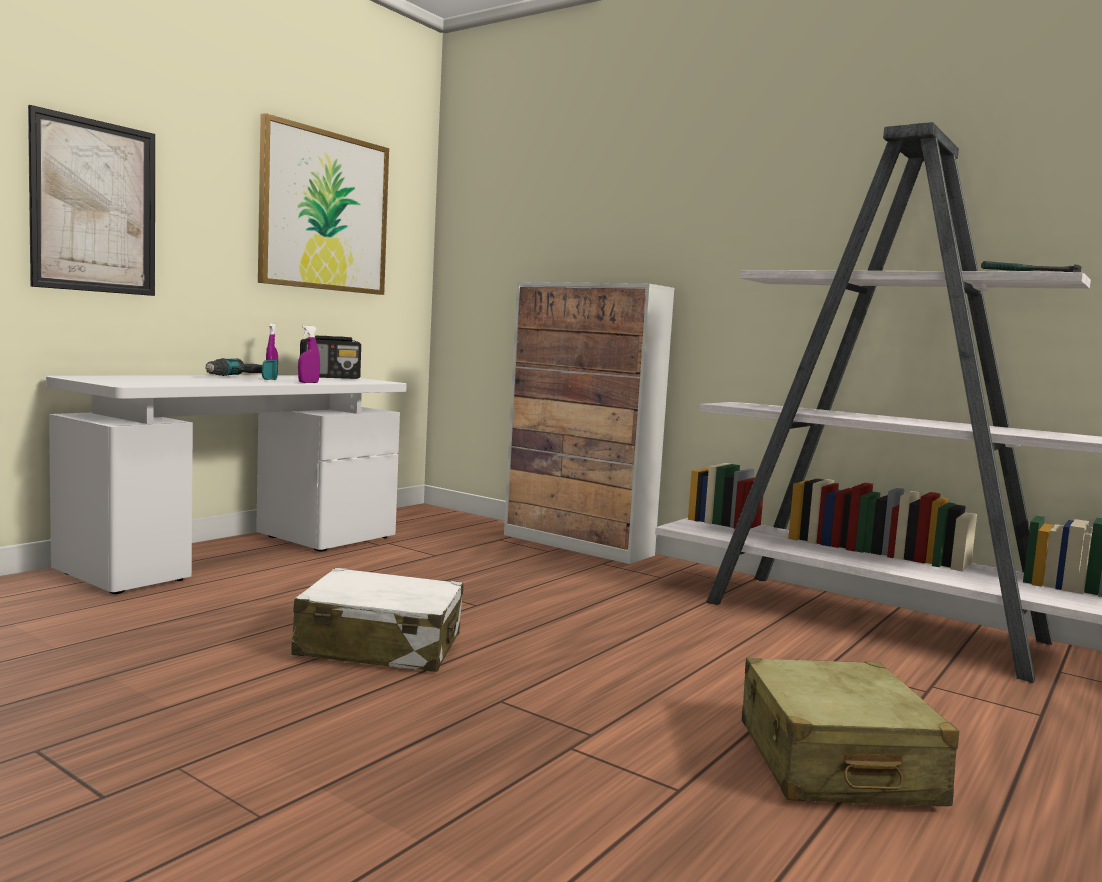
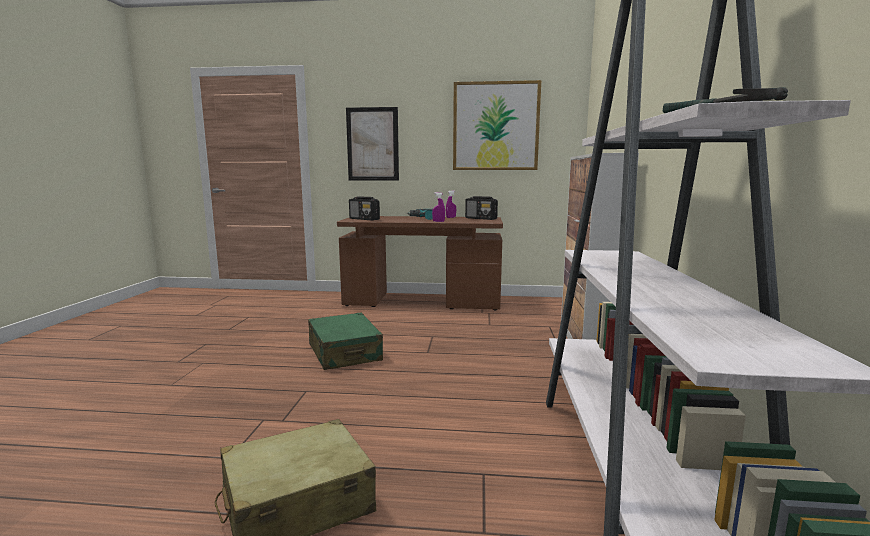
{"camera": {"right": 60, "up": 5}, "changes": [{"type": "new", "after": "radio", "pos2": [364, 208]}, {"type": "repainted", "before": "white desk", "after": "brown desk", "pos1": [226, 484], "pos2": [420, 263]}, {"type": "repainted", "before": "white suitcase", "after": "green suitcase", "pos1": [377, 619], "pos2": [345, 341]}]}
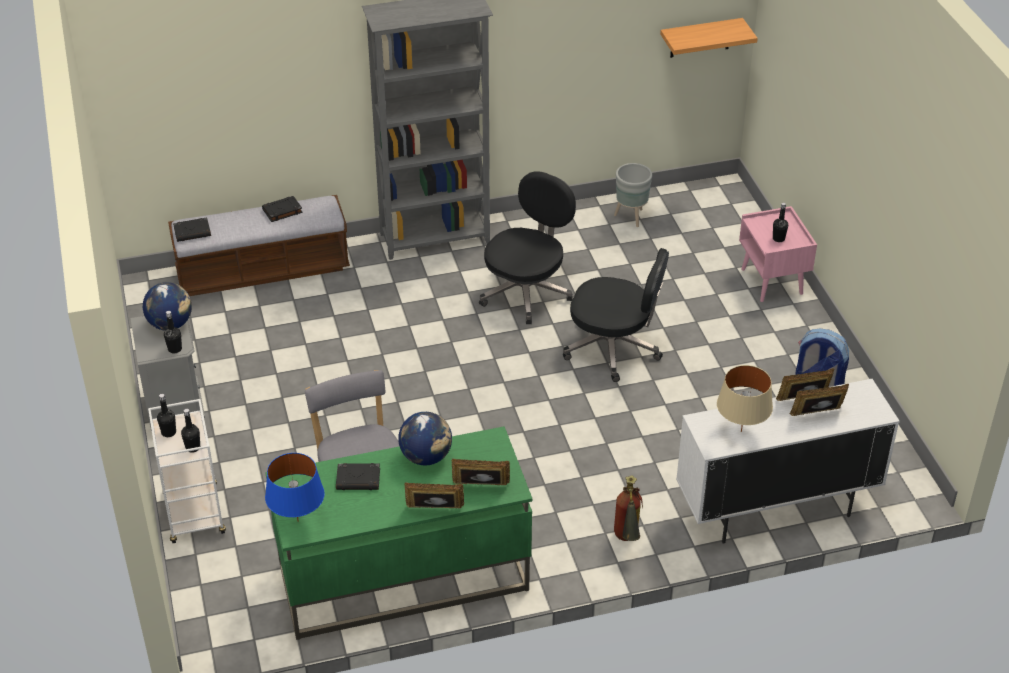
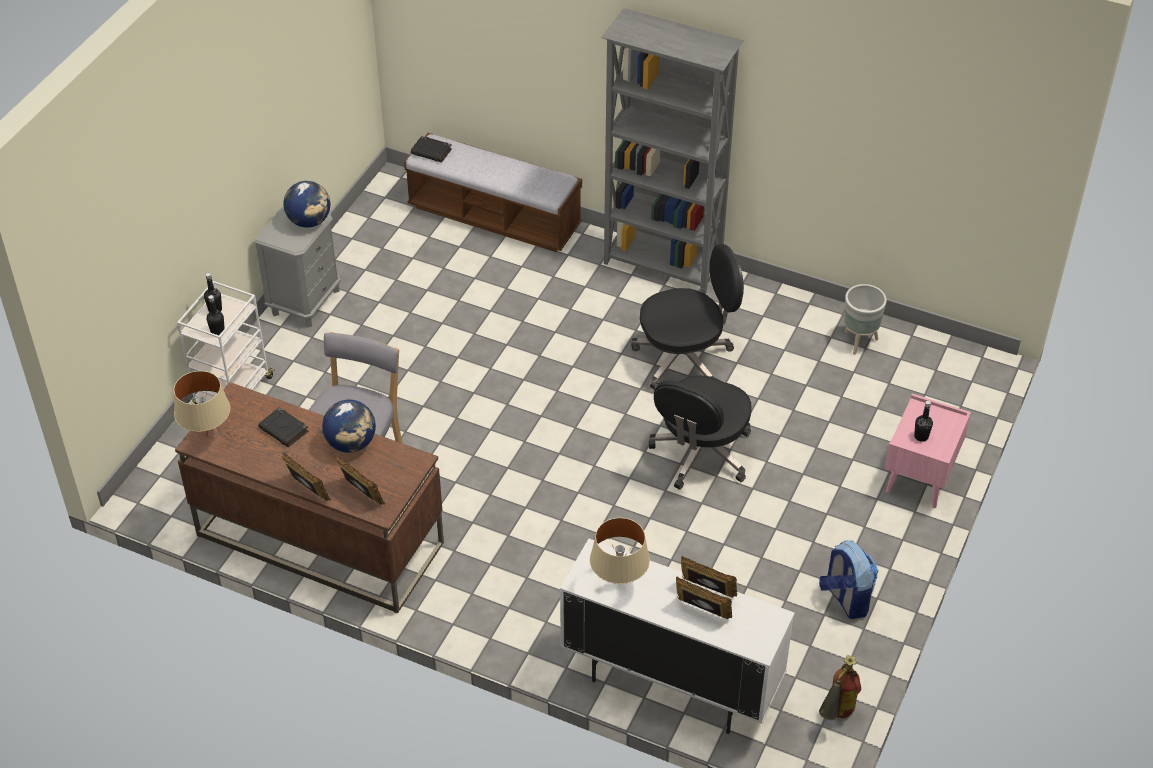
{"camera": {"right": 40, "up": 5}, "changes": [{"type": "gone", "before": "black bottle", "pos1": [173, 332]}, {"type": "gone", "before": "black book", "pos1": [282, 209]}, {"type": "gone", "before": "shelf", "pos1": [709, 38]}, {"type": "shifted", "before": "fire extinguisher", "pos1": [628, 508], "pos2": [840, 687]}, {"type": "repainted", "before": "green desk", "after": "brown desk", "pos1": [398, 533], "pos2": [309, 498]}, {"type": "repainted", "before": "blue table lamp", "after": "beige table lamp", "pos1": [295, 487], "pos2": [202, 403]}, {"type": "rotated", "before": "black office chair", "pos1": [616, 315], "pos2": [700, 432], "turn": 60}]}
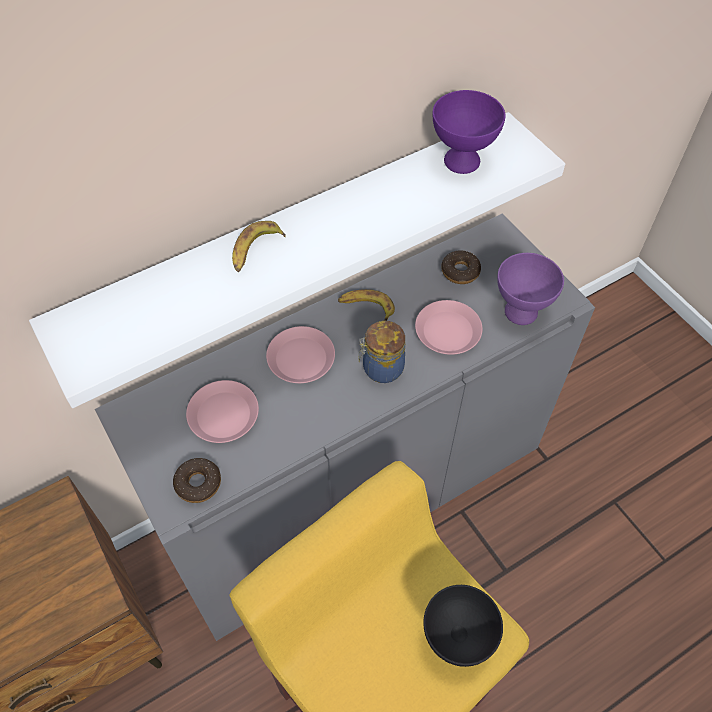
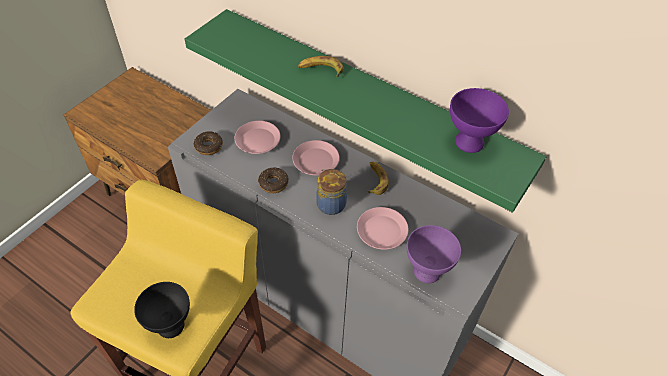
{"camera": {"right": 65, "up": -5}, "changes": [{"type": "shifted", "before": "donut", "pos1": [461, 267], "pos2": [273, 180]}, {"type": "repainted", "before": "white shelf", "after": "green shelf", "pos1": [297, 260], "pos2": [365, 111]}]}
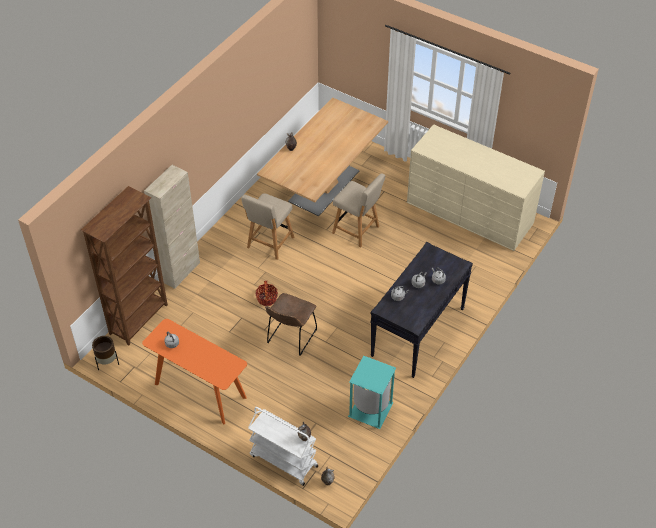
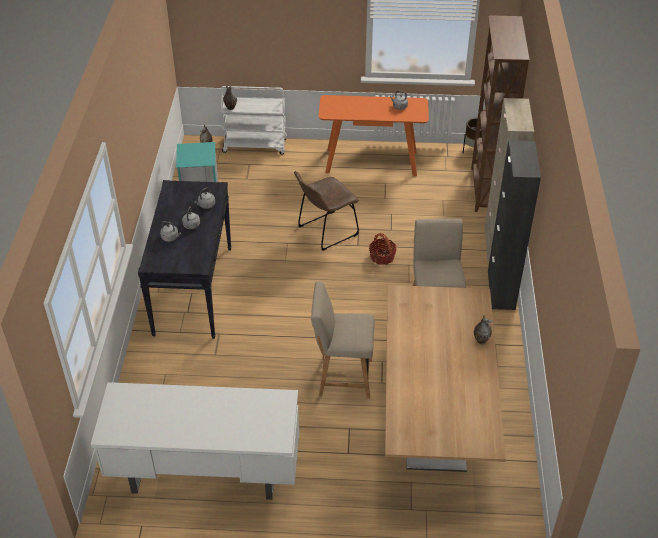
{"camera": {"right": 150, "up": -5}, "changes": [{"type": "new", "after": "black cabinet", "pos2": [514, 225]}, {"type": "swapped", "before": "beige dresser", "after": "white desk", "pos1": [476, 187], "pos2": [195, 441]}, {"type": "rotated", "before": "brown chair", "pos1": [291, 324], "pos2": [326, 211], "turn": -120}]}
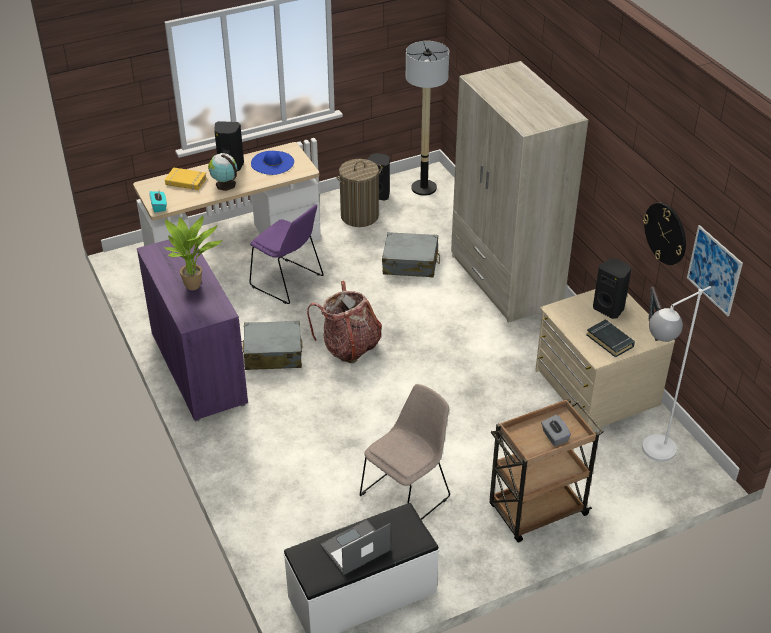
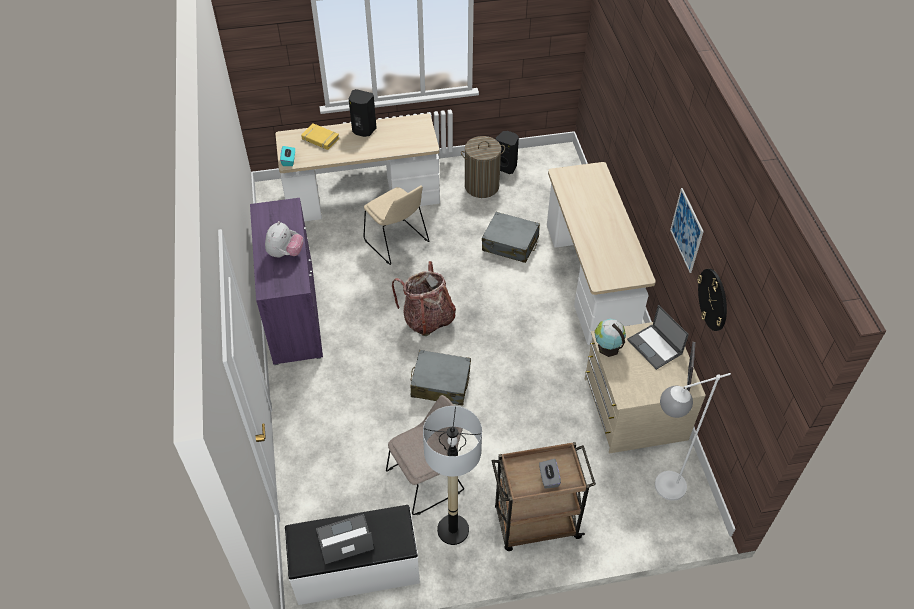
{"camera": {"right": 15, "up": 10}, "changes": [{"type": "gone", "before": "blue hat", "pos1": [272, 163]}, {"type": "gone", "before": "black book", "pos1": [610, 338]}, {"type": "shifted", "before": "globe", "pos1": [222, 172], "pos2": [610, 338]}, {"type": "shifted", "before": "grey suitcase", "pos1": [272, 345], "pos2": [440, 378]}, {"type": "shifted", "before": "floor lamp", "pos1": [427, 118], "pos2": [452, 475]}, {"type": "shifted", "before": "picture", "pos1": [715, 270], "pos2": [687, 230]}, {"type": "swapped", "before": "potted plant", "after": "plush toy", "pos1": [193, 252], "pos2": [284, 239]}, {"type": "swapped", "before": "beige wardrobe", "after": "desk", "pos1": [519, 192], "pos2": [601, 253]}, {"type": "swapped", "before": "black speaker", "after": "laptop", "pos1": [612, 289], "pos2": [658, 337]}, {"type": "repainted", "before": "purple chair", "after": "beige chair", "pos1": [286, 254], "pos2": [396, 225]}]}
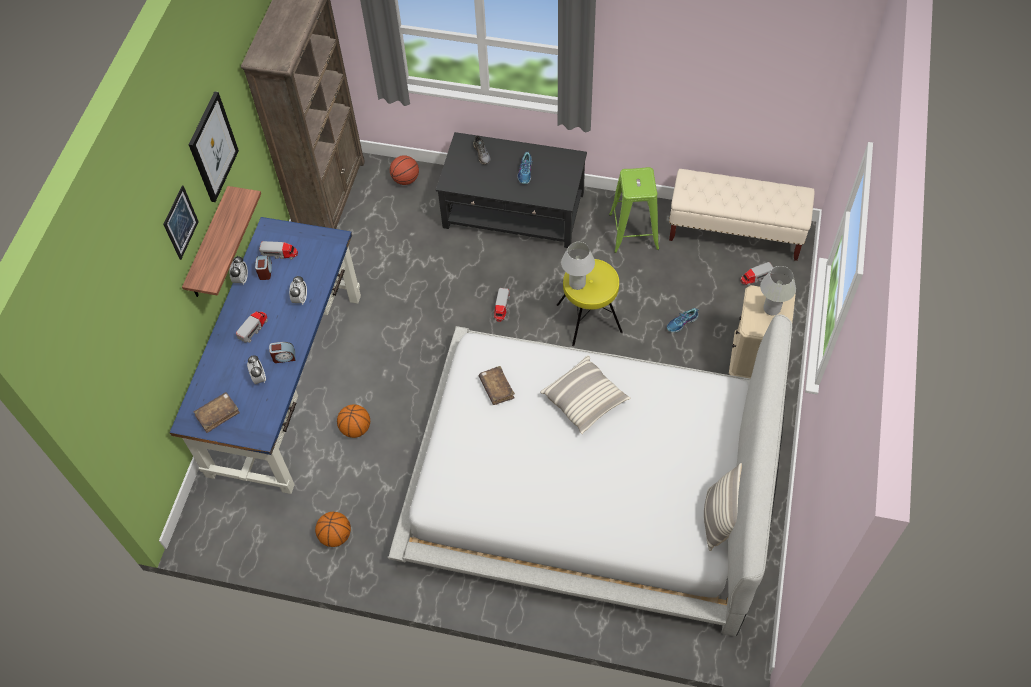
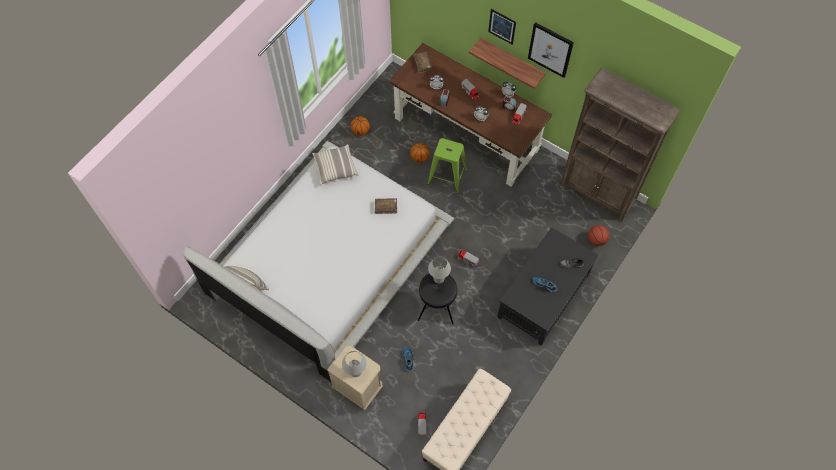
{"camera": {"right": 110, "up": 5}, "changes": [{"type": "shifted", "before": "pillow", "pos1": [585, 394], "pos2": [335, 164]}, {"type": "shifted", "before": "green stool", "pos1": [634, 210], "pos2": [447, 165]}, {"type": "repainted", "before": "blue desk", "after": "brown desk", "pos1": [265, 355], "pos2": [470, 115]}, {"type": "repainted", "before": "yellow stool", "after": "black stool", "pos1": [590, 302], "pos2": [437, 298]}]}
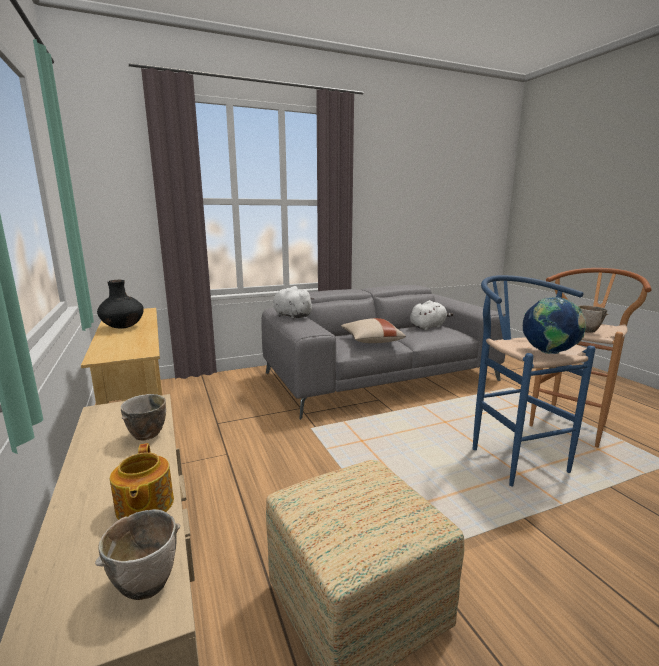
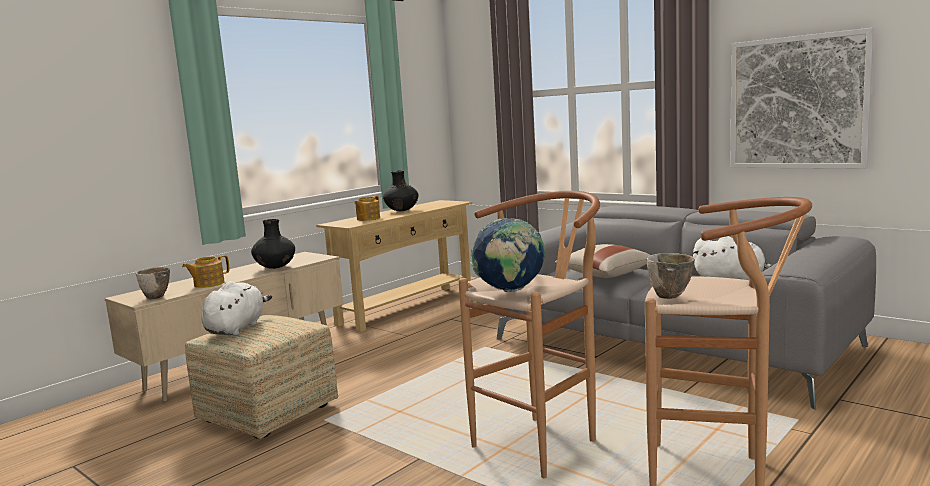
{"camera": {"right": 65, "up": -5}, "changes": [{"type": "new", "after": "teapot", "pos2": [367, 208]}, {"type": "new", "after": "picture", "pos2": [802, 98]}, {"type": "shifted", "before": "white plush toy", "pos1": [293, 302], "pos2": [236, 308]}, {"type": "swapped", "before": "bowl", "after": "black vase", "pos1": [143, 417], "pos2": [273, 244]}, {"type": "repainted", "before": "blue stool", "after": "brown stool", "pos1": [534, 380], "pos2": [529, 334]}]}
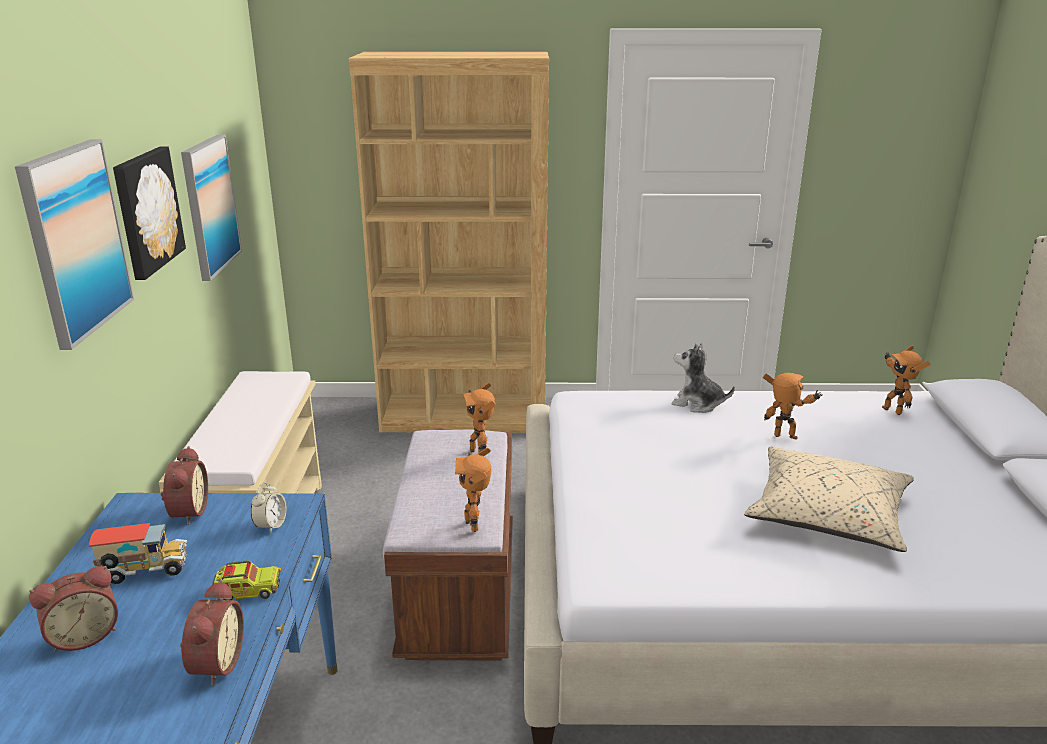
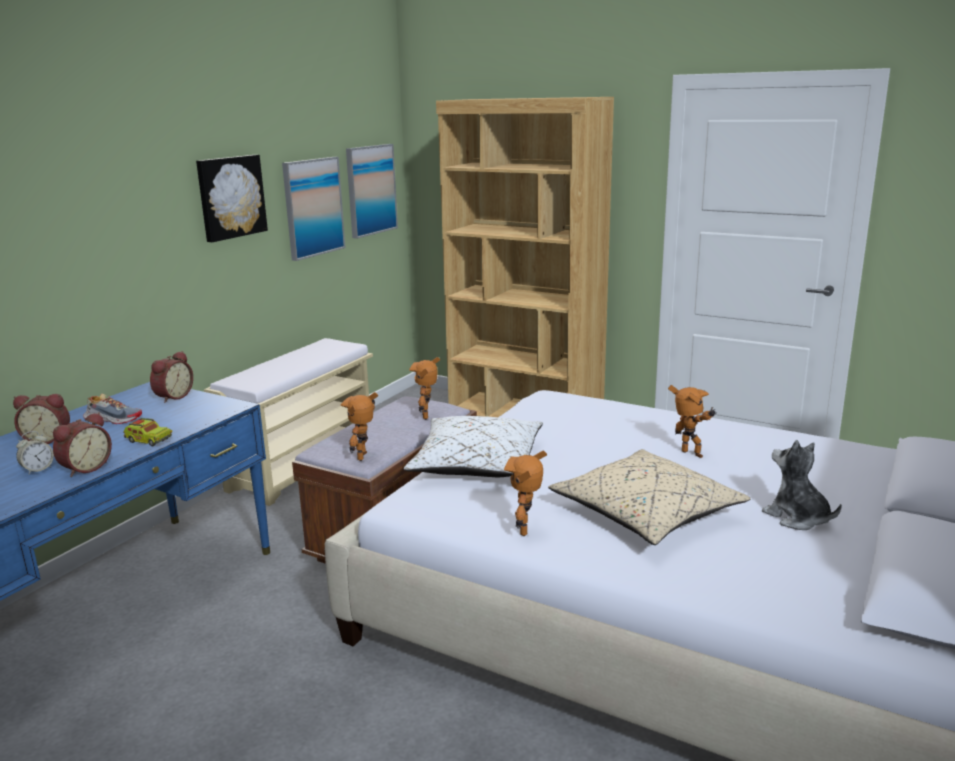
{"camera": {"right": 30, "up": -5}, "changes": [{"type": "new", "after": "white pillow", "pos2": [473, 446]}, {"type": "shifted", "before": "picture", "pos1": [74, 244], "pos2": [372, 191]}, {"type": "shifted", "before": "alarm clock", "pos1": [269, 508], "pos2": [35, 453]}, {"type": "shifted", "before": "plush toy", "pos1": [703, 378], "pos2": [802, 485]}, {"type": "shifted", "before": "toy robot", "pos1": [906, 380], "pos2": [525, 493]}, {"type": "swapped", "before": "toy truck", "after": "shoe", "pos1": [138, 553], "pos2": [112, 409]}]}
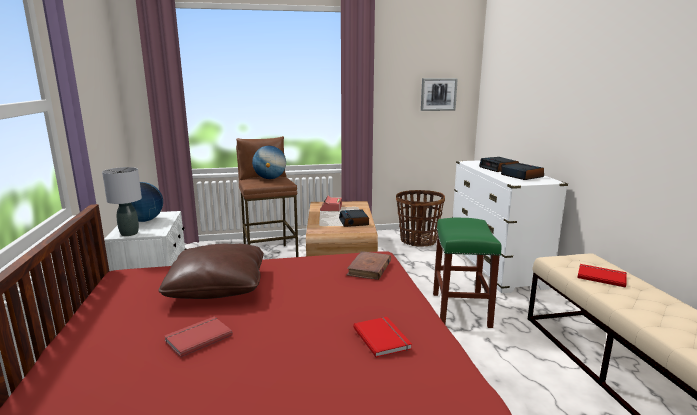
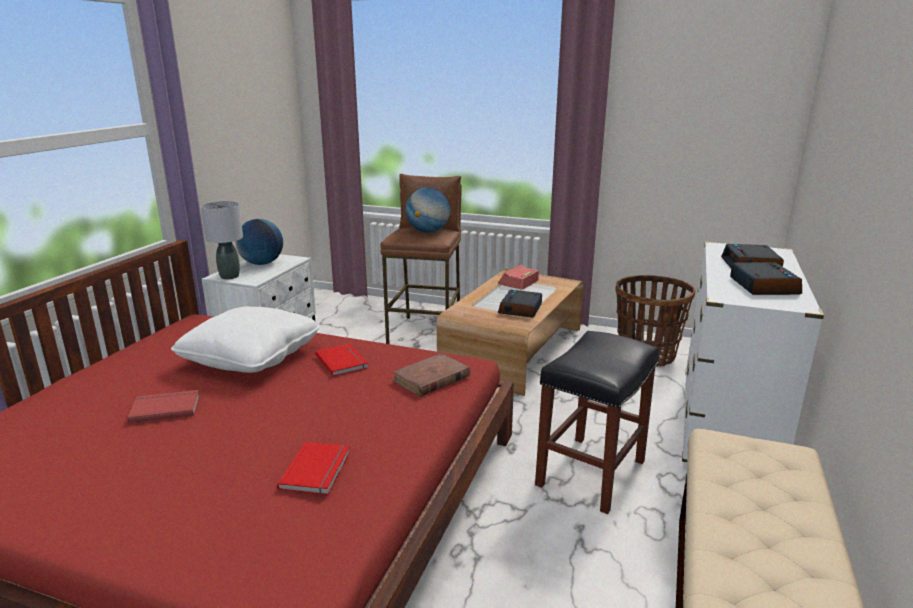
{"camera": {"right": 30, "up": 5}, "changes": [{"type": "gone", "before": "picture", "pos1": [439, 94]}, {"type": "shifted", "before": "red book", "pos1": [602, 276], "pos2": [341, 360]}, {"type": "repainted", "before": "brown pillow", "after": "white pillow", "pos1": [211, 271], "pos2": [245, 340]}, {"type": "repainted", "before": "green stool", "after": "black stool", "pos1": [467, 273], "pos2": [597, 422]}]}
